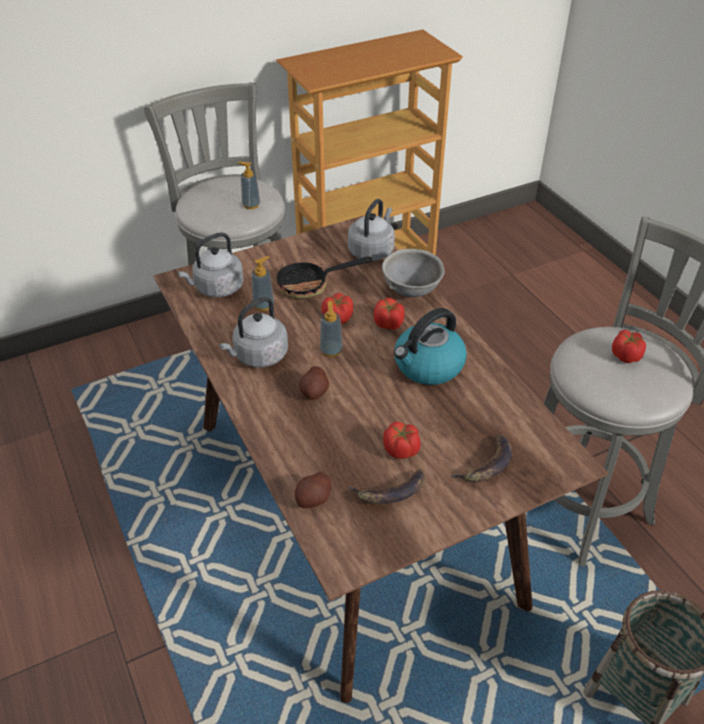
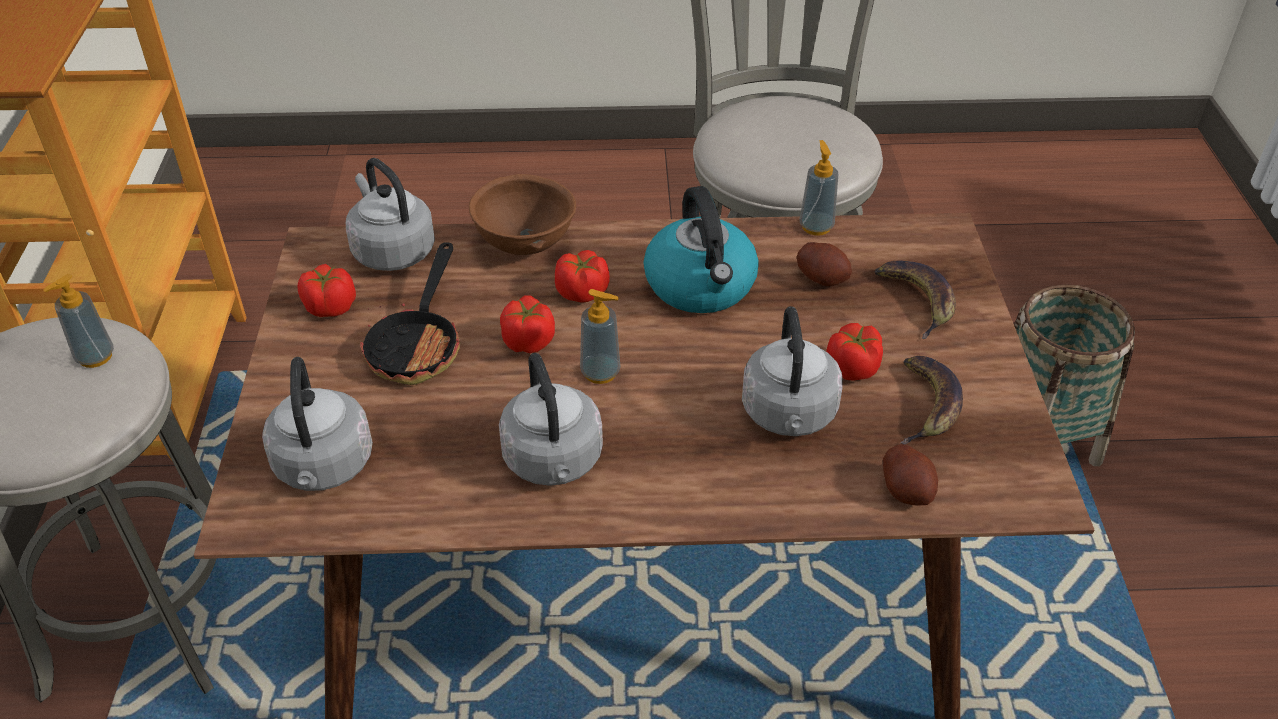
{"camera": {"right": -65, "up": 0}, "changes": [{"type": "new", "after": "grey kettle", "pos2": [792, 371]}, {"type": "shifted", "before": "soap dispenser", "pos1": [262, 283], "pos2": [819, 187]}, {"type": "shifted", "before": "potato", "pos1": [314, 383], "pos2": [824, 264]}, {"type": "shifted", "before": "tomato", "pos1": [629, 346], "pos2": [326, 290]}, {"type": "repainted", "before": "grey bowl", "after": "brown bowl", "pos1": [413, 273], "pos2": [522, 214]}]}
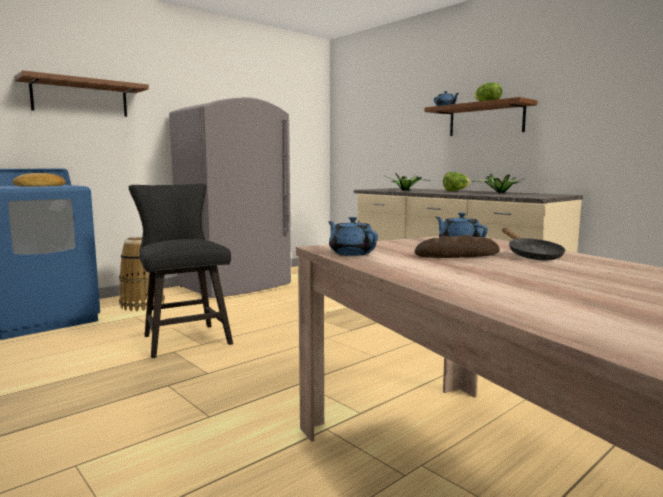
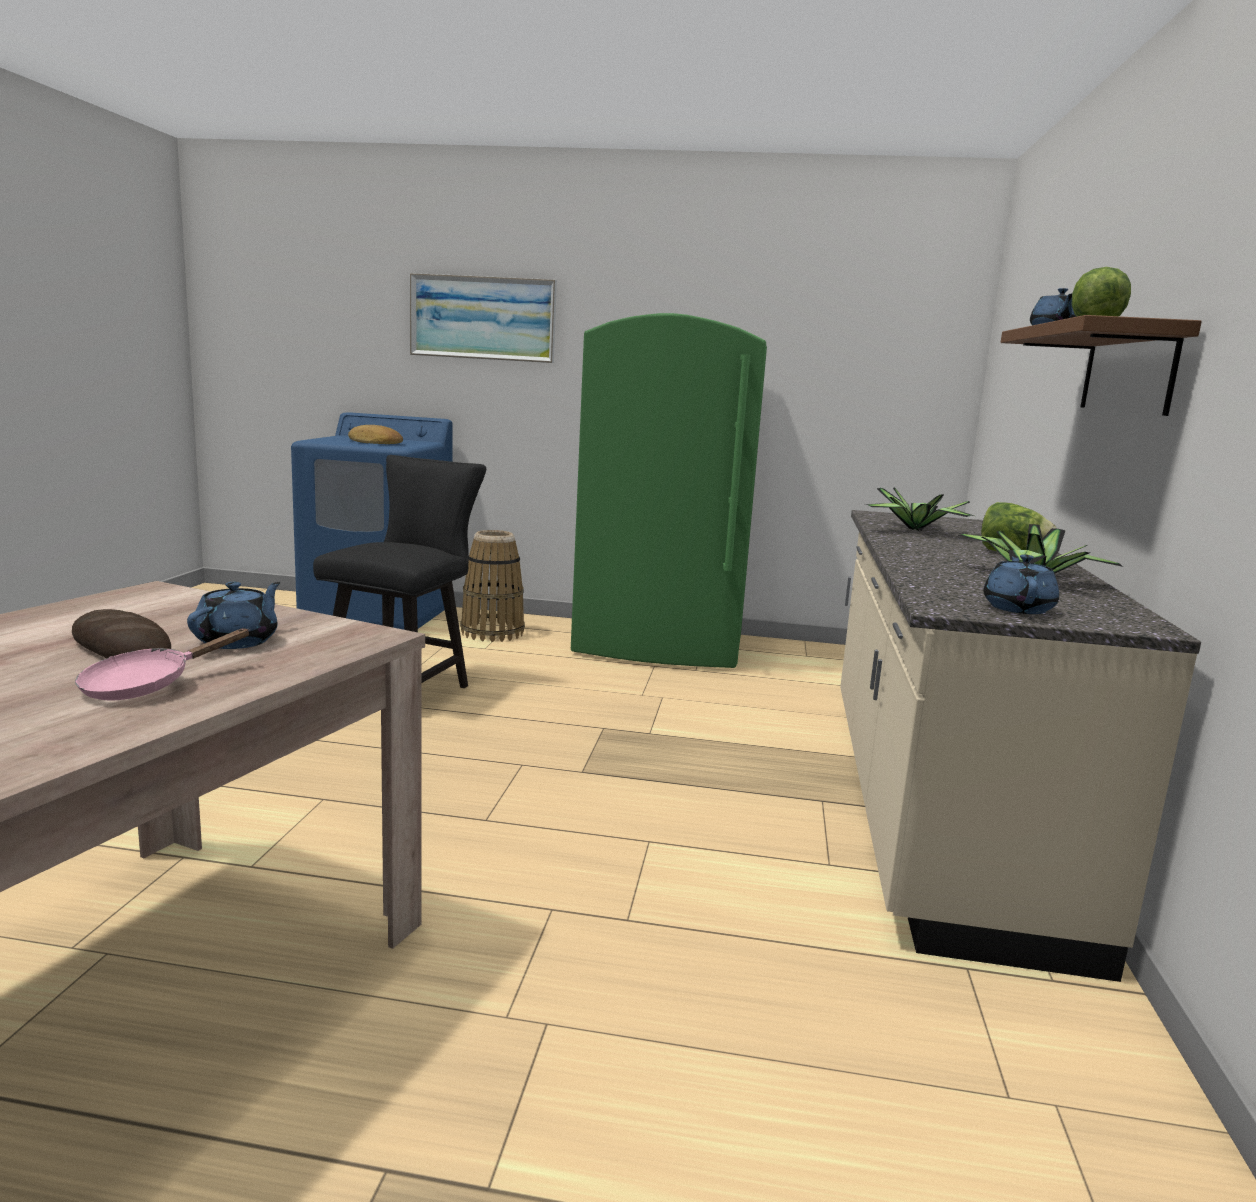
{"camera": {"right": 50, "up": 5}, "changes": [{"type": "shifted", "before": "blue teapot", "pos1": [353, 236], "pos2": [1021, 584]}, {"type": "swapped", "before": "brown shelf", "after": "picture", "pos1": [81, 93], "pos2": [483, 318]}, {"type": "repainted", "before": "grey fridge", "after": "green fridge", "pos1": [230, 197], "pos2": [669, 490]}, {"type": "repainted", "before": "black frying pan", "after": "pink frying pan", "pos1": [533, 244], "pos2": [162, 664]}]}
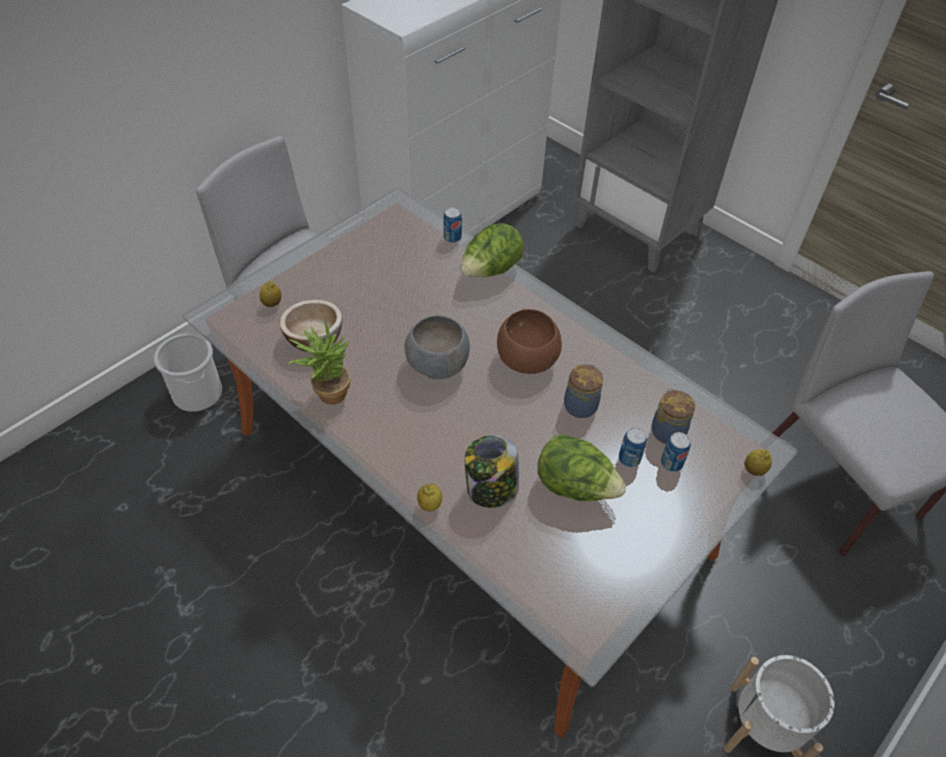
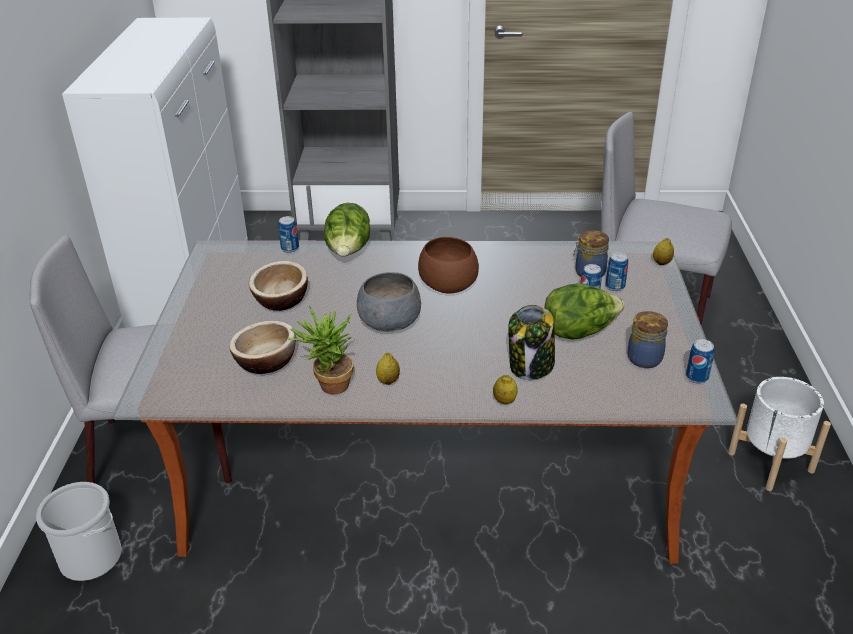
{"camera": {"right": -40, "up": -15}, "changes": [{"type": "new", "after": "bowl", "pos2": [278, 286]}, {"type": "new", "after": "can", "pos2": [700, 361]}, {"type": "shifted", "before": "lemon", "pos1": [270, 294], "pos2": [388, 369]}, {"type": "shifted", "before": "jar", "pos1": [583, 391], "pos2": [648, 339]}]}
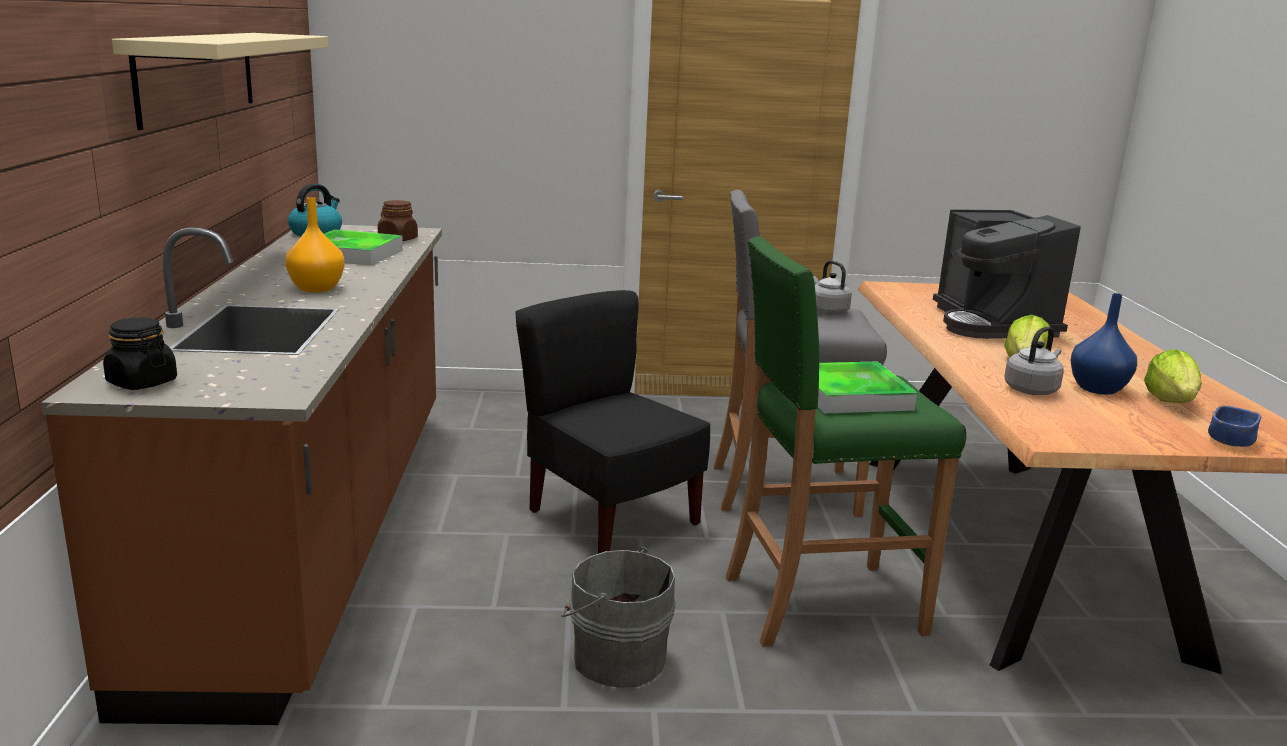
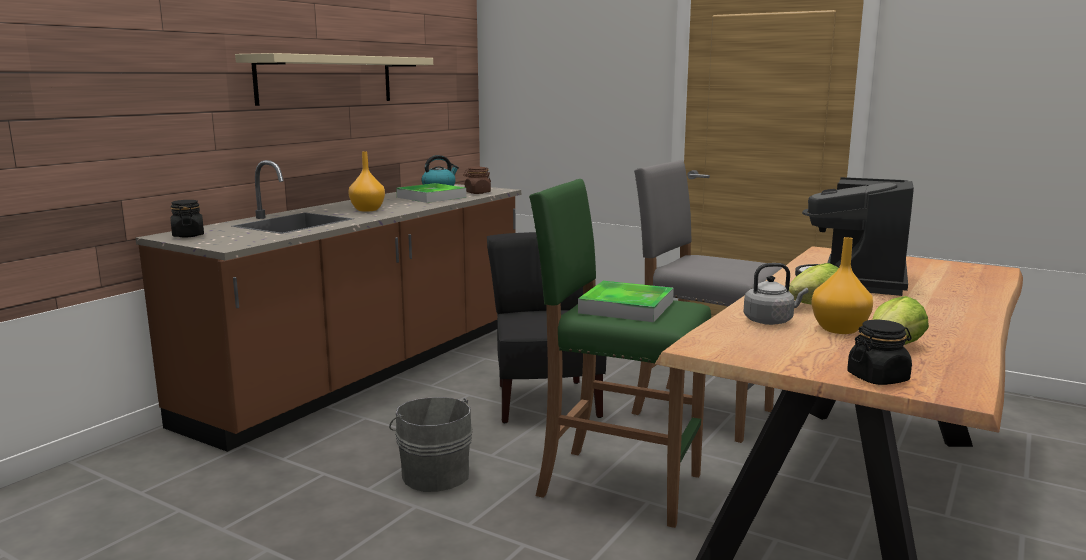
{"camera": {"right": 35, "up": -5}, "changes": [{"type": "gone", "before": "grey kettle", "pos1": [832, 287]}, {"type": "swapped", "before": "blue bowl", "after": "black jar", "pos1": [1234, 426], "pos2": [879, 352]}, {"type": "repainted", "before": "blue vase", "after": "orange vase", "pos1": [1104, 344], "pos2": [842, 285]}]}
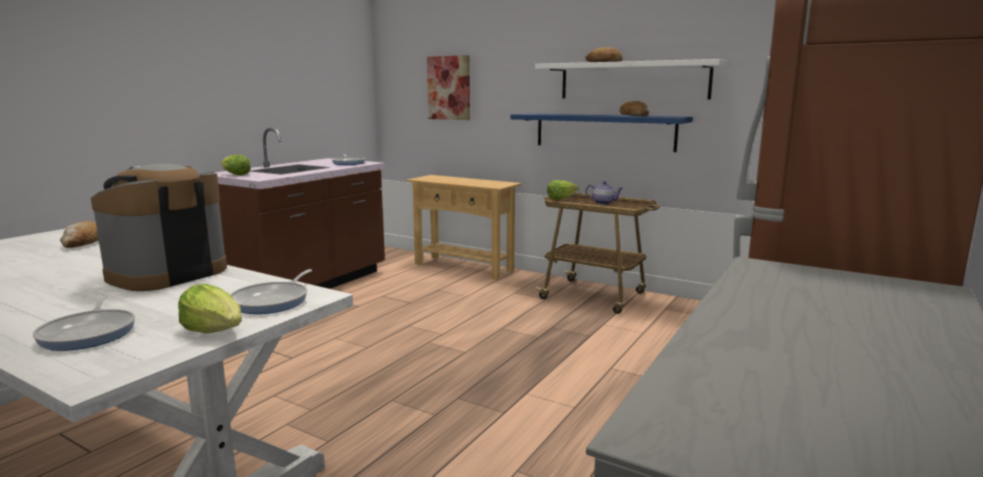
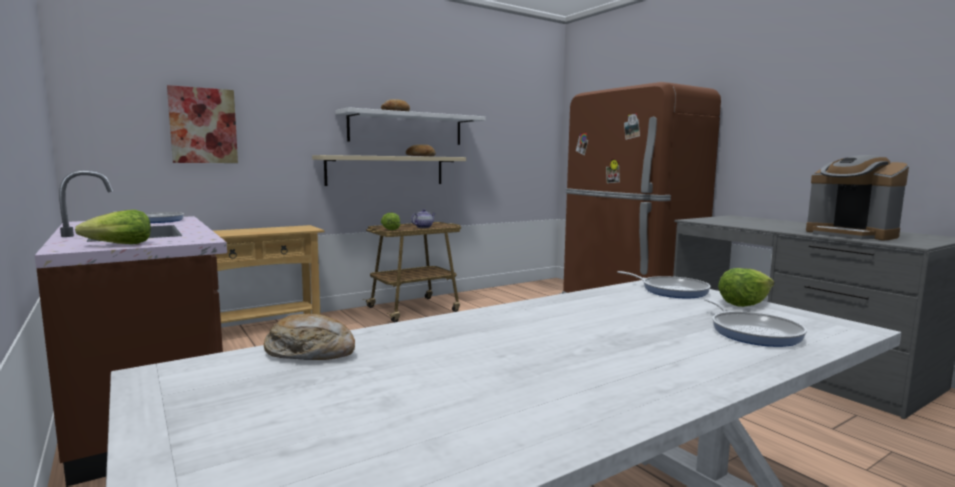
{"camera": {"right": -65, "up": -5}, "changes": [{"type": "shifted", "before": "coffee machine", "pos1": [159, 227], "pos2": [857, 198]}, {"type": "repainted", "before": "blue shelf", "after": "beige shelf", "pos1": [602, 132], "pos2": [389, 170]}, {"type": "rotated", "before": "frying pan", "pos1": [84, 322], "pos2": [755, 322], "turn": 75}]}
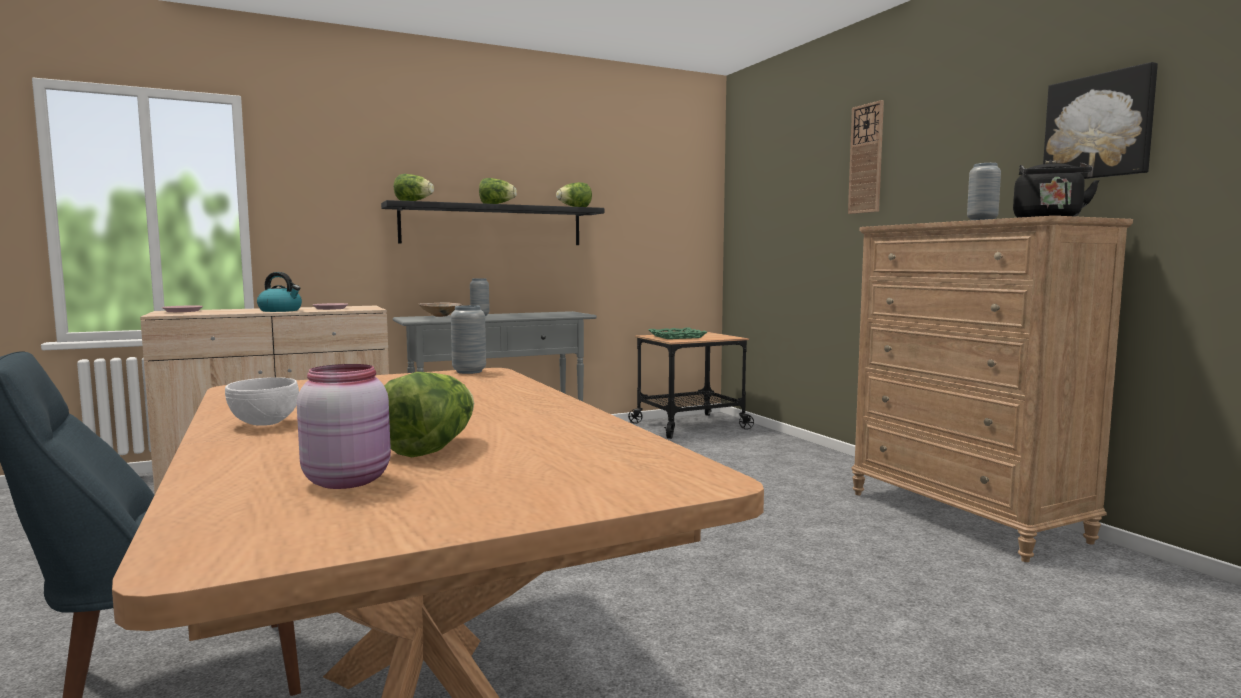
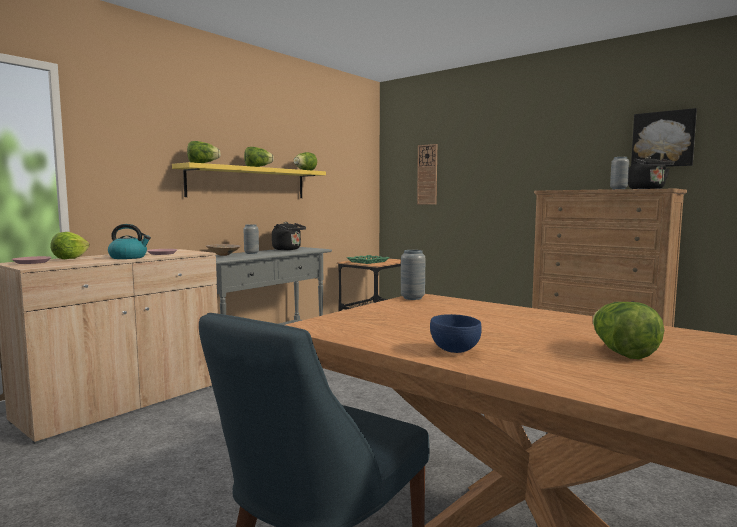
{"camera": {"right": -25, "up": 0}, "changes": [{"type": "gone", "before": "pink jar", "pos1": [344, 426]}, {"type": "new", "after": "lettuce", "pos2": [70, 245]}, {"type": "new", "after": "black kettle", "pos2": [289, 236]}, {"type": "shifted", "before": "wall clock", "pos1": [866, 157], "pos2": [427, 174]}, {"type": "repainted", "before": "white bowl", "after": "blue bowl", "pos1": [262, 401], "pos2": [456, 333]}, {"type": "repainted", "before": "black shelf", "after": "yellow shelf", "pos1": [492, 222], "pos2": [249, 180]}]}
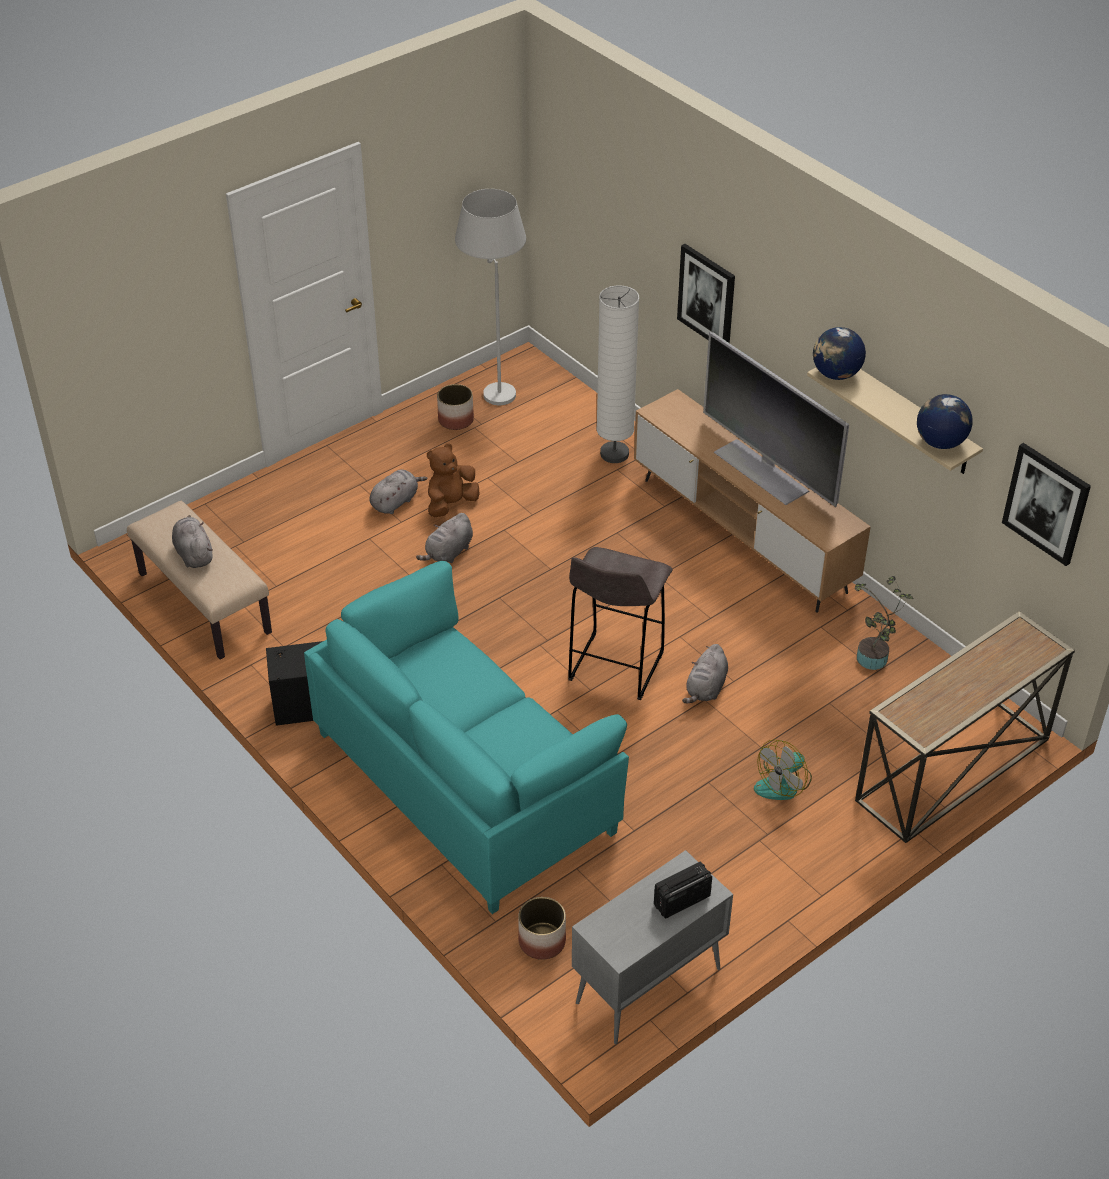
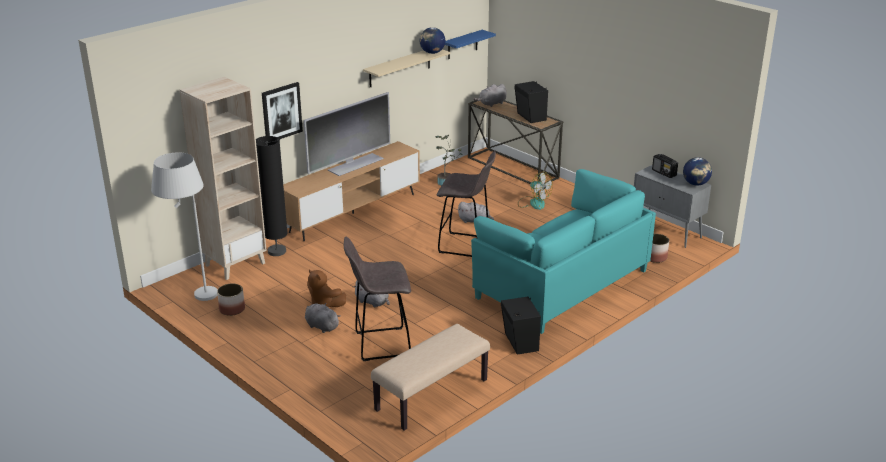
{"camera": {"right": -95, "up": -15}, "changes": [{"type": "new", "after": "beige bookcase", "pos2": [223, 178]}, {"type": "new", "after": "grey stool", "pos2": [377, 299]}, {"type": "new", "after": "black speaker", "pos2": [531, 102]}, {"type": "shifted", "before": "grey plush toy", "pos1": [192, 541], "pos2": [490, 95]}, {"type": "shifted", "before": "globe", "pos1": [839, 353], "pos2": [697, 171]}, {"type": "swapped", "before": "picture", "after": "blue shelf", "pos1": [1046, 504], "pos2": [470, 44]}, {"type": "repainted", "before": "white floor lamp", "after": "black floor lamp", "pos1": [618, 374], "pos2": [272, 196]}]}
